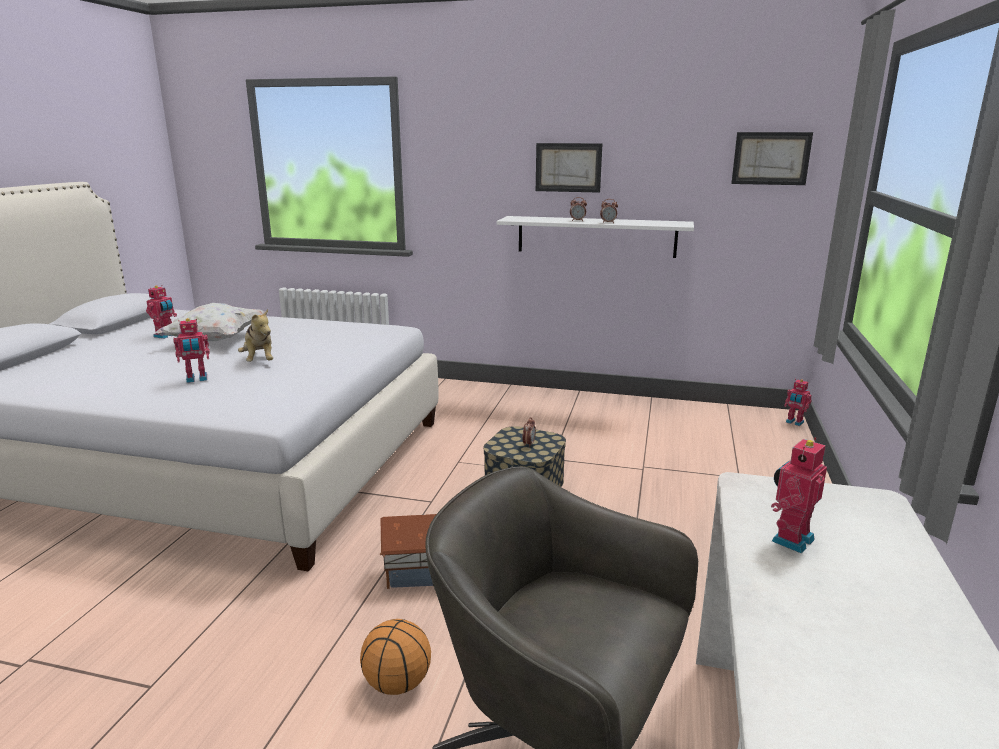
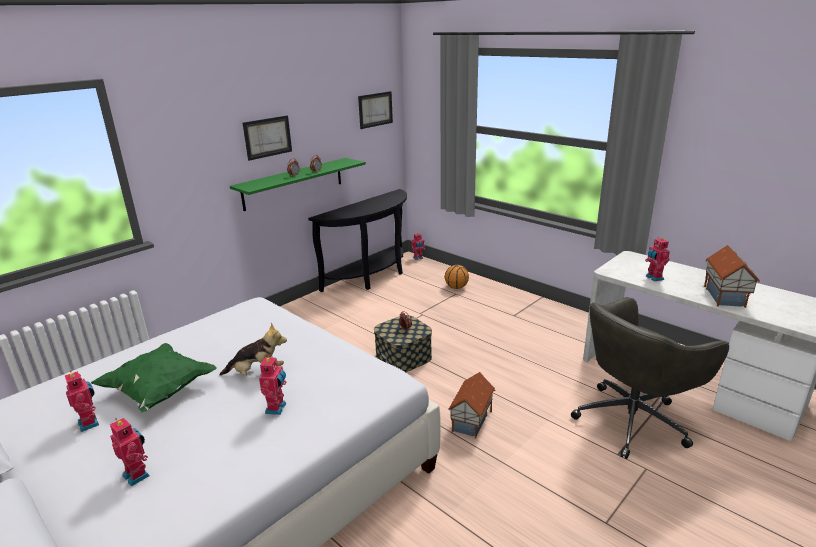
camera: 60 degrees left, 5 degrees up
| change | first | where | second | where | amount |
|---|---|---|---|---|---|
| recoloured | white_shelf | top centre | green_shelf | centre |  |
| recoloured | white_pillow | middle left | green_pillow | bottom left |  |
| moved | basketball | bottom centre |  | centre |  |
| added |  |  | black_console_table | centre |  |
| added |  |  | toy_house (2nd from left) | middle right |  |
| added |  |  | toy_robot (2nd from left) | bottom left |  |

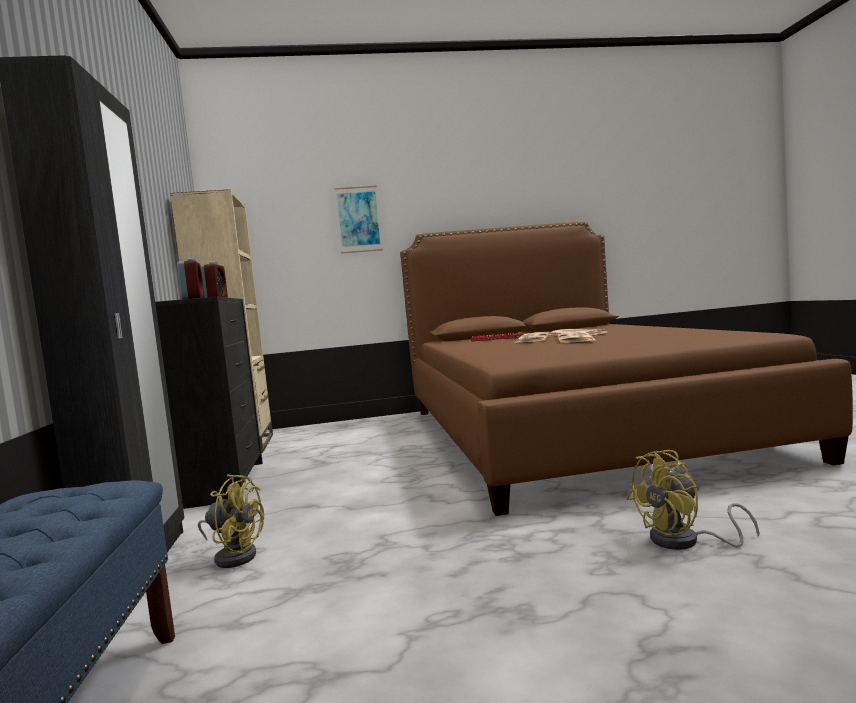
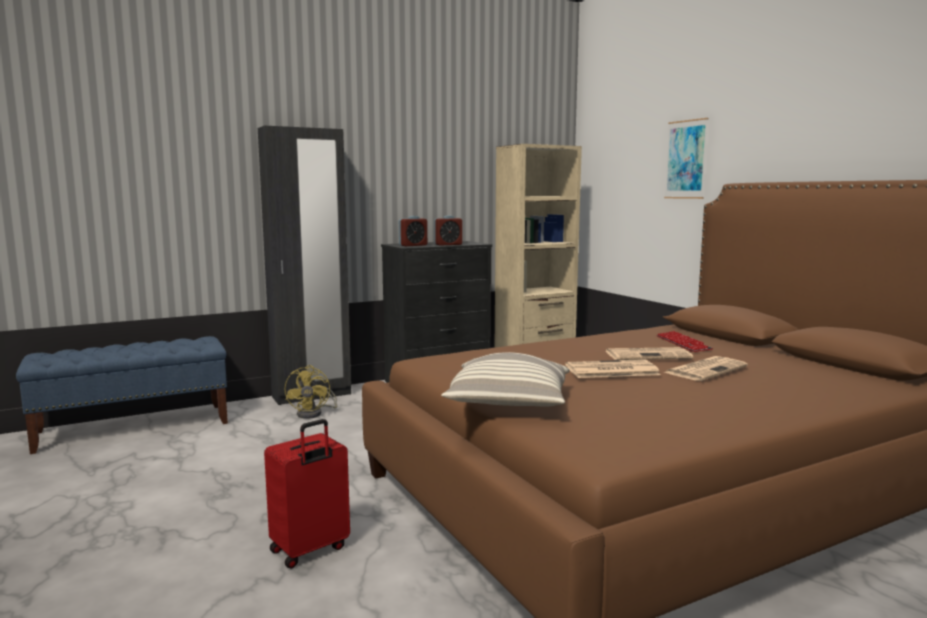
camera: 70 degrees right, 5 degrees up
| change | first | where | second | where | amount |
|---|---|---|---|---|---|
| replaced | yellow_fan (2nd from left) | bottom right | red_suitcase | bottom left |  |
| added |  |  | pillow | centre |  |

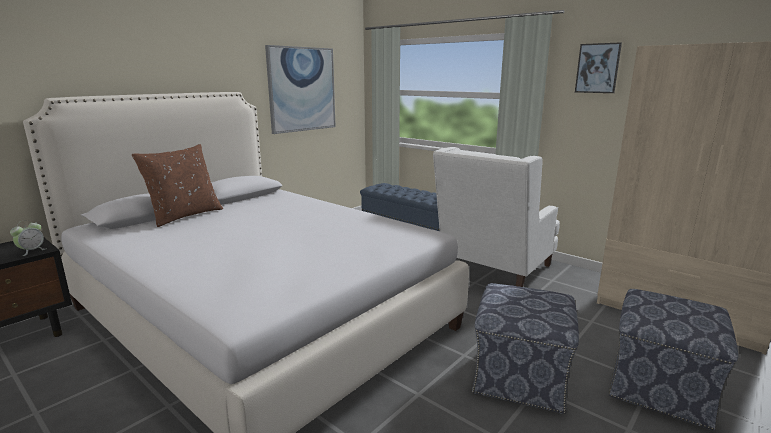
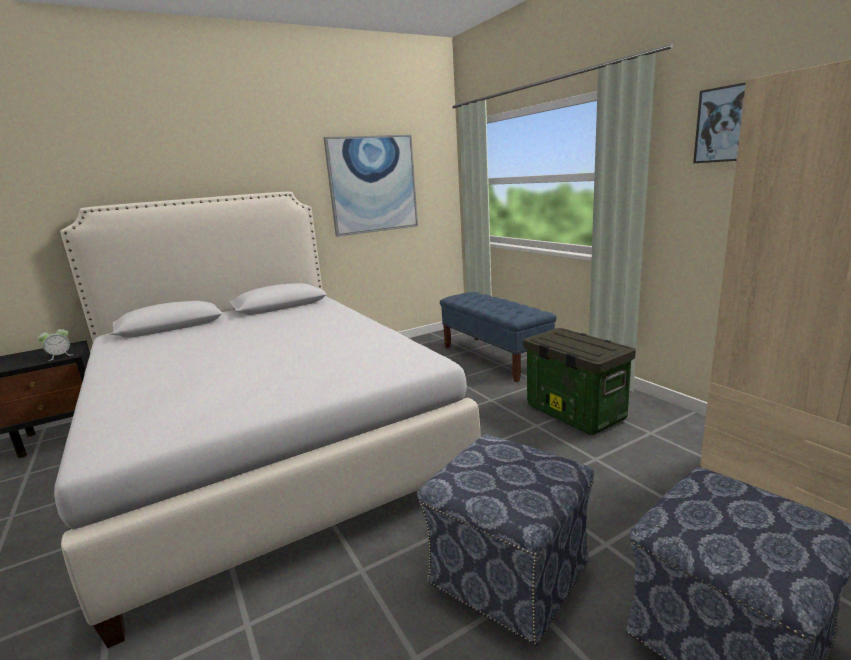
camera: 20 degrees right, 0 degrees up
| change | first | where | second | where | amount |
|---|---|---|---|---|---|
| removed | brown_pillow | middle left |  |  |  |
| replaced | white_armchair | centre | storage_box | middle right |  |

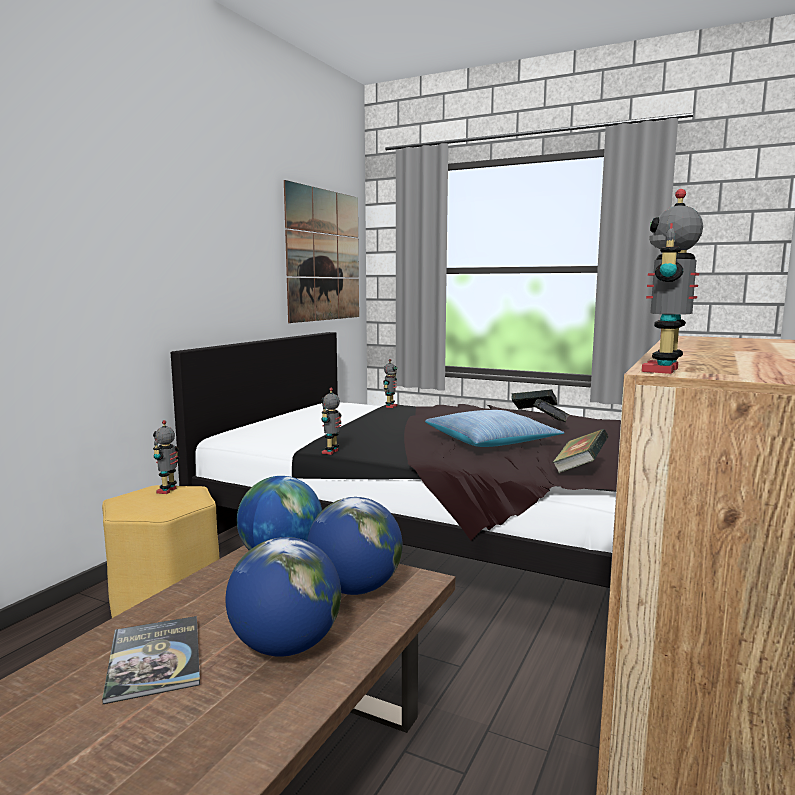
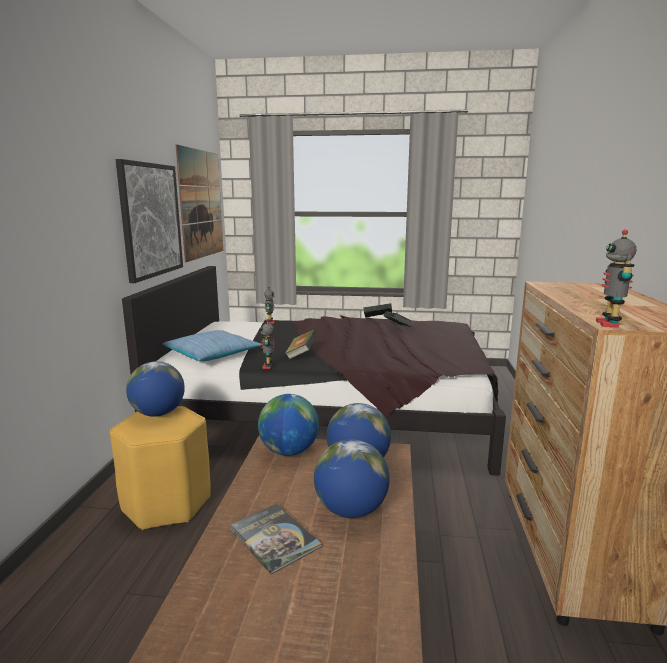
camera: 20 degrees left, 5 degrees up
| change | first | where | second | where | amount |
|---|---|---|---|---|---|
| moved | pillow | centre |  | middle left |  |
| replaced | toy_robot (1st from left) | middle left | globe (1st from left) | middle left |  |
| moved | book (4th from left in the first image) | middle right | book (2nd from left) | centre |  |
| added |  |  | picture (1st from left) | middle left |  |

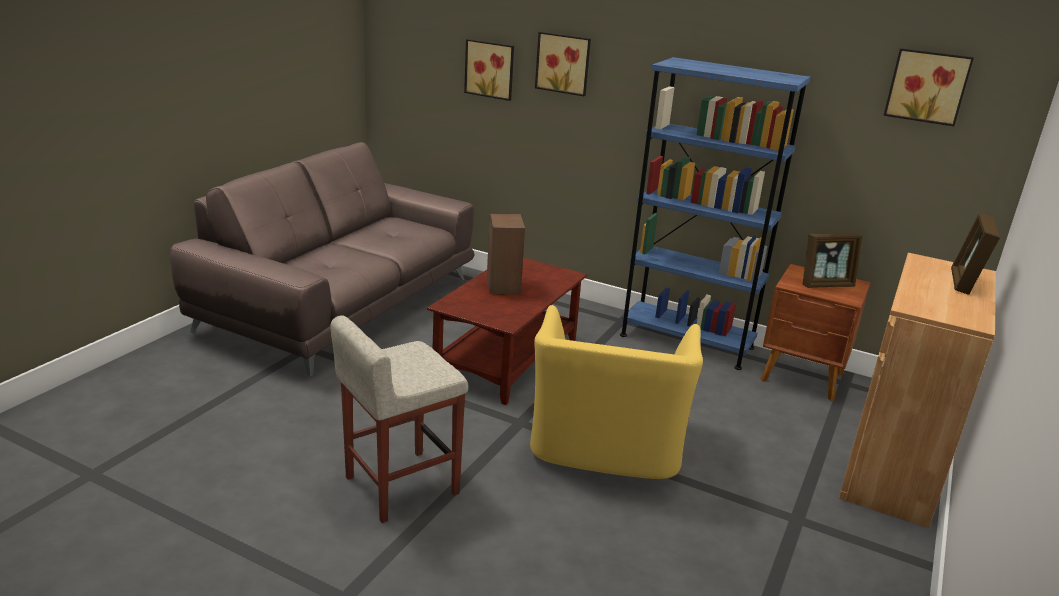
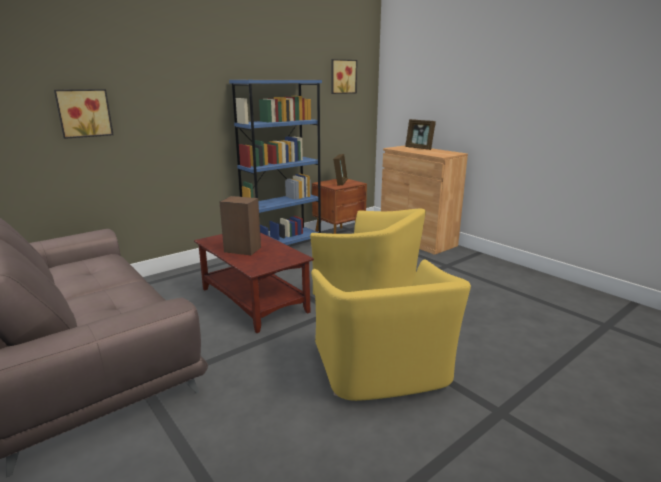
camera: 65 degrees left, 5 degrees down
| change | first | where | second | where | amount |
|---|---|---|---|---|---|
| removed | picture (2nd from left) | top centre |  |  |  |
| replaced | beige_stool | bottom centre | yellow_armchair (2nd from left) | bottom centre |  |

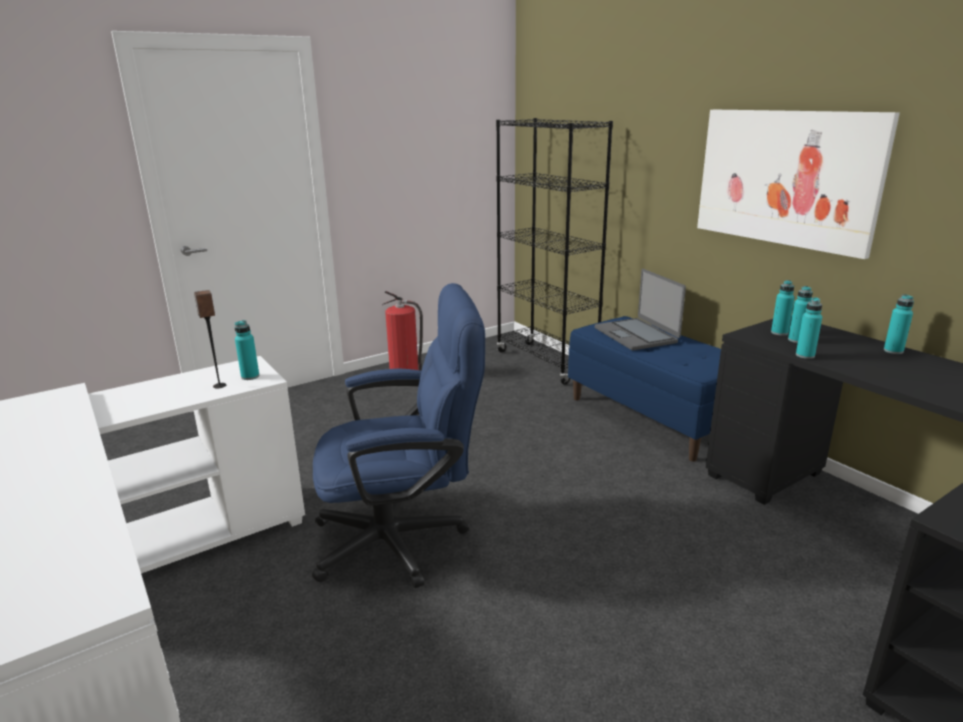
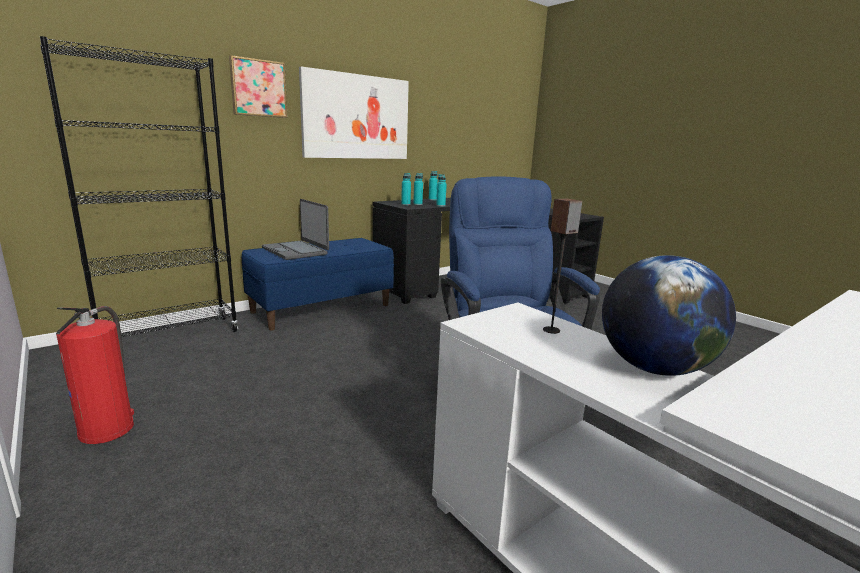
camera: 95 degrees left, 5 degrees down
| change | first | where | second | where | amount |
|---|---|---|---|---|---|
| turned | laptop | centre |  | centre | 75 degrees clockwise |
| removed | turquoise_bottle (1st from left) | middle left |  |  |  |
| added |  |  | picture (1st from left) | top left |  |
| added |  |  | globe | middle right |  |

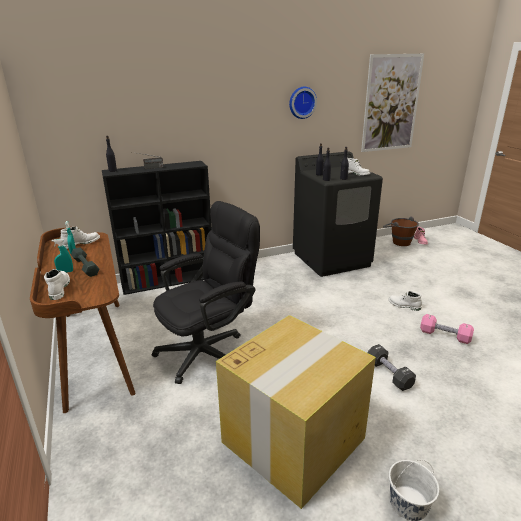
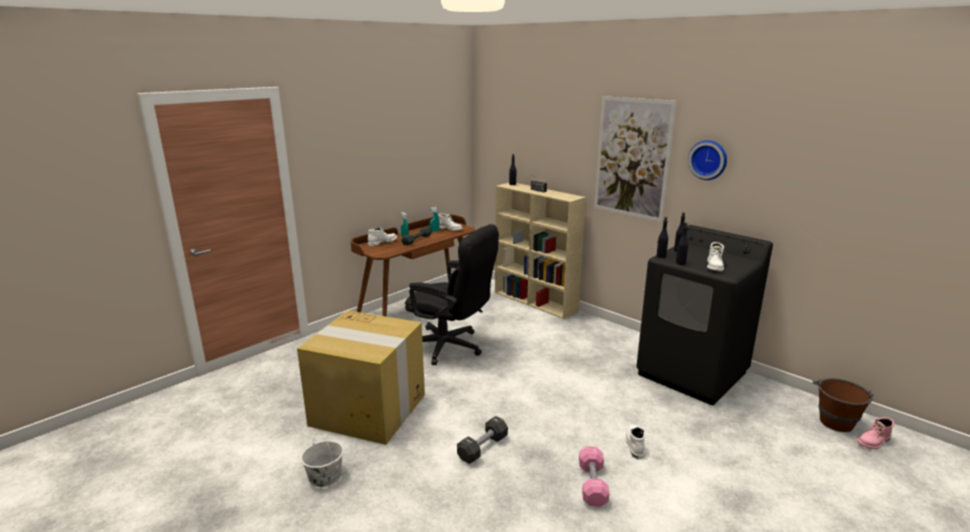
camera: 65 degrees right, 5 degrees down
| change | first | where | second | where | amount |
|---|---|---|---|---|---|
| moved | picture | top right |  | top centre |  |
| recoloured | black_bookcase | middle left | beige_bookcase | centre |  |

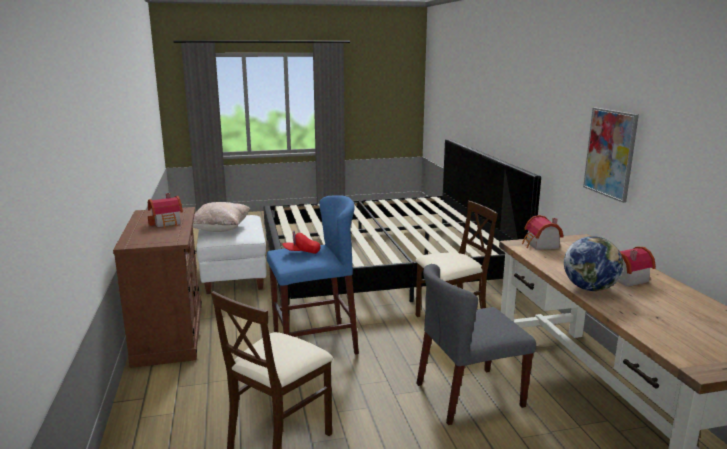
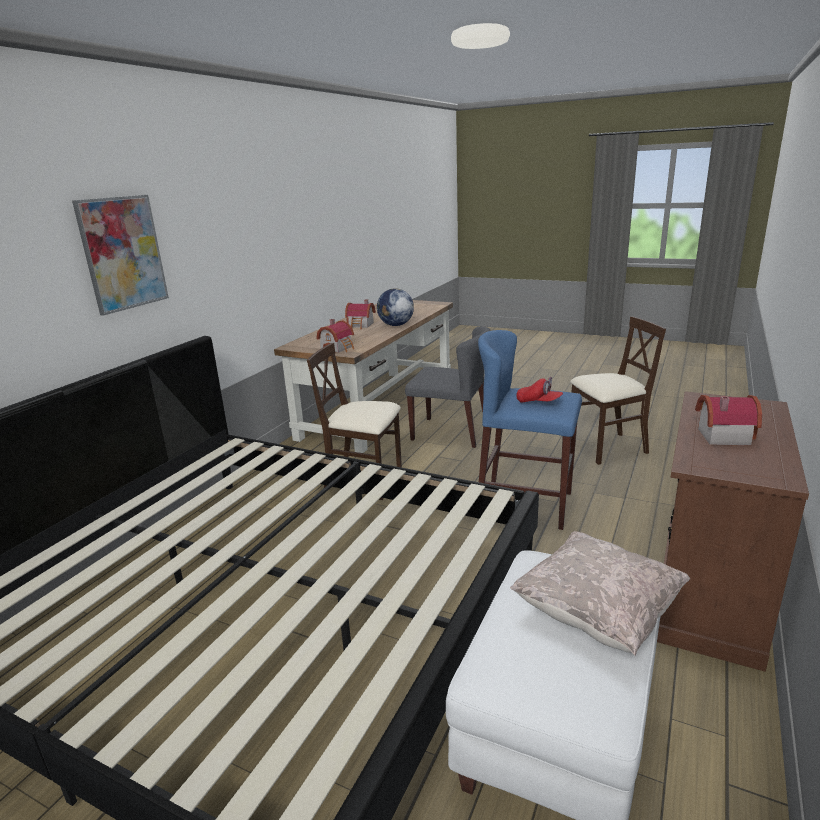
camera: 140 degrees left, 5 degrees up
| change | first | where | second | where | amount |
|---|---|---|---|---|---|
| moved | picture | middle right |  | top left |  |

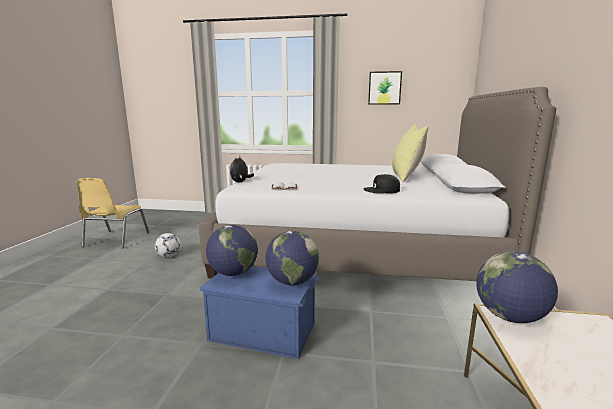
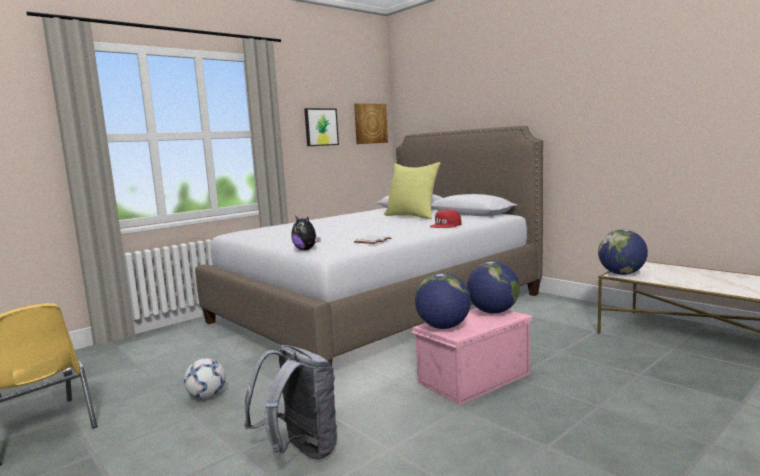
camera: 50 degrees left, 5 degrees down
| change | first | where | second | where | amount |
|---|---|---|---|---|---|
| recoloured | black_cap | centre | red_cap | centre |  |
| recoloured | blue_storage_box | bottom centre | pink_storage_box | bottom centre |  |
| added |  |  | picture (2nd from left) | top centre |  |
| added |  |  | grey_backpack | bottom centre |  |

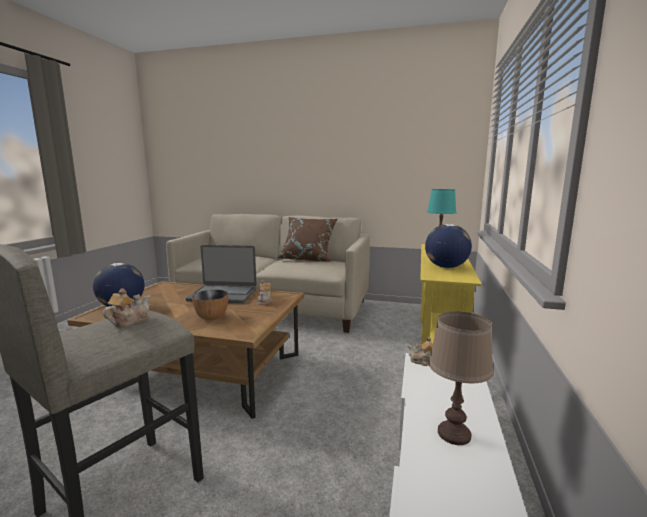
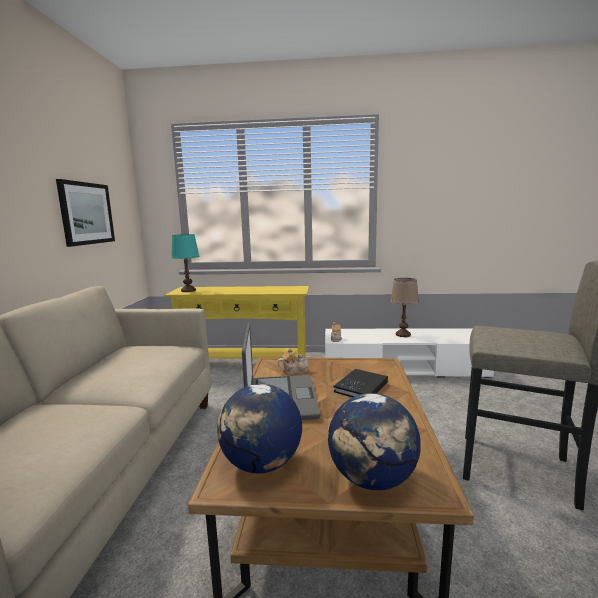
camera: 100 degrees left, 0 degrees up
| change | first | where | second | where | amount |
|---|---|---|---|---|---|
| removed | brown_pillow | centre |  |  |  |
| moved | globe (2nd from left in the first image) | middle right | globe (1st from left) | bottom centre |  |
| removed | teapot (1st from left) | middle left |  |  |  |
| replaced | bowl | middle left | black_book | centre |  |
| added |  |  | picture | middle left |  |

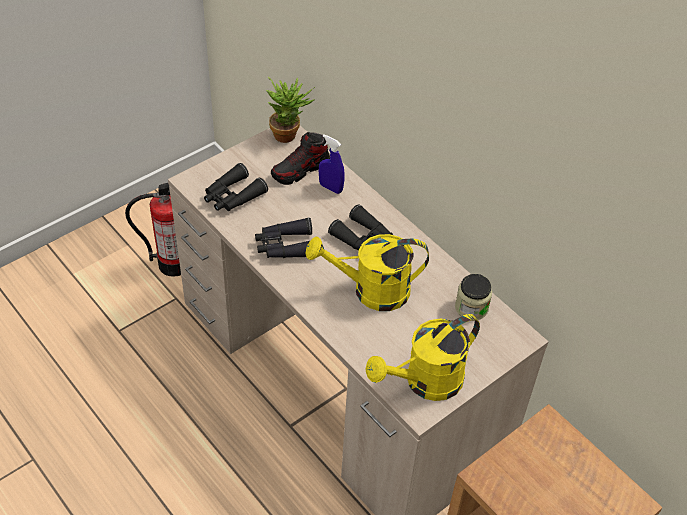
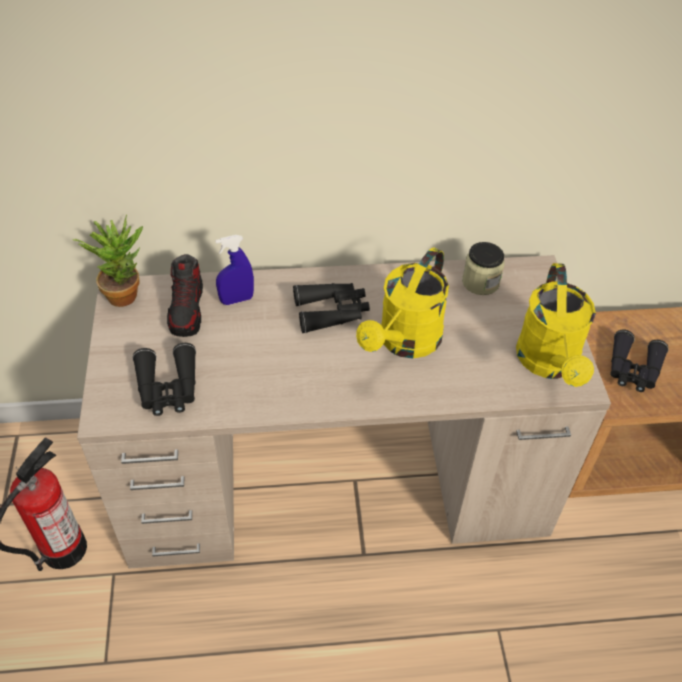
camera: 55 degrees left, 0 degrees up
| change | first | where | second | where | amount |
|---|---|---|---|---|---|
| moved | black_binoculars (2nd from left in the first image) | centre | black_binoculars (3rd from left) | middle right |  |

